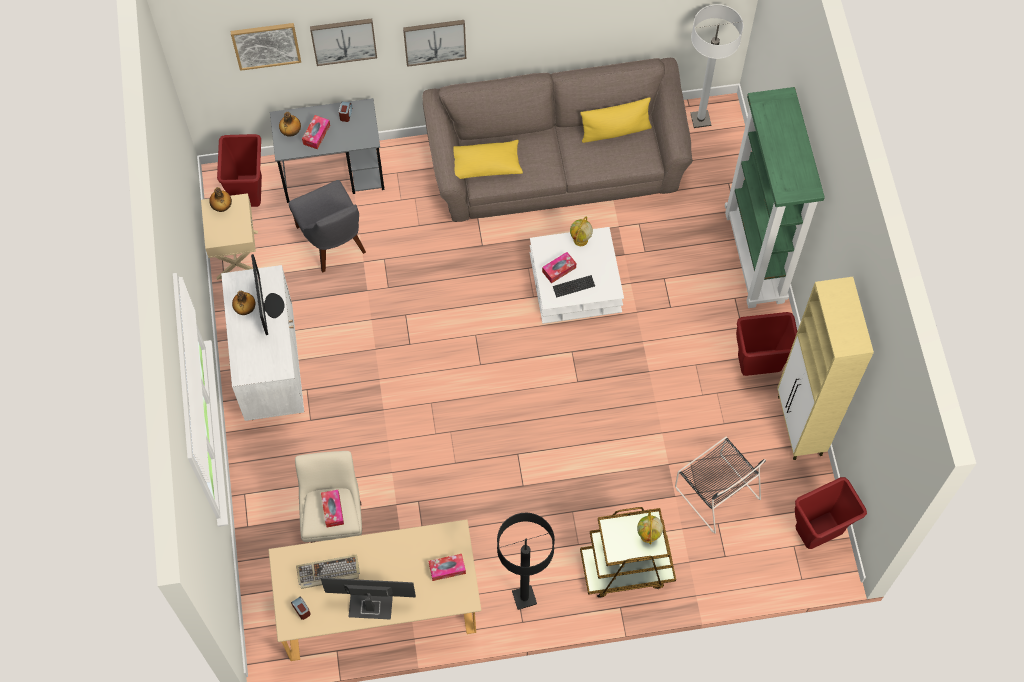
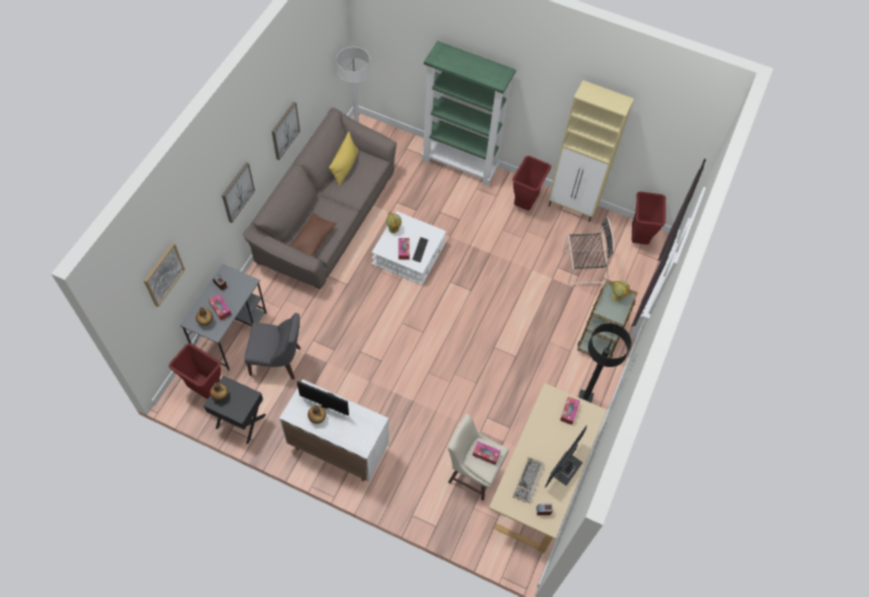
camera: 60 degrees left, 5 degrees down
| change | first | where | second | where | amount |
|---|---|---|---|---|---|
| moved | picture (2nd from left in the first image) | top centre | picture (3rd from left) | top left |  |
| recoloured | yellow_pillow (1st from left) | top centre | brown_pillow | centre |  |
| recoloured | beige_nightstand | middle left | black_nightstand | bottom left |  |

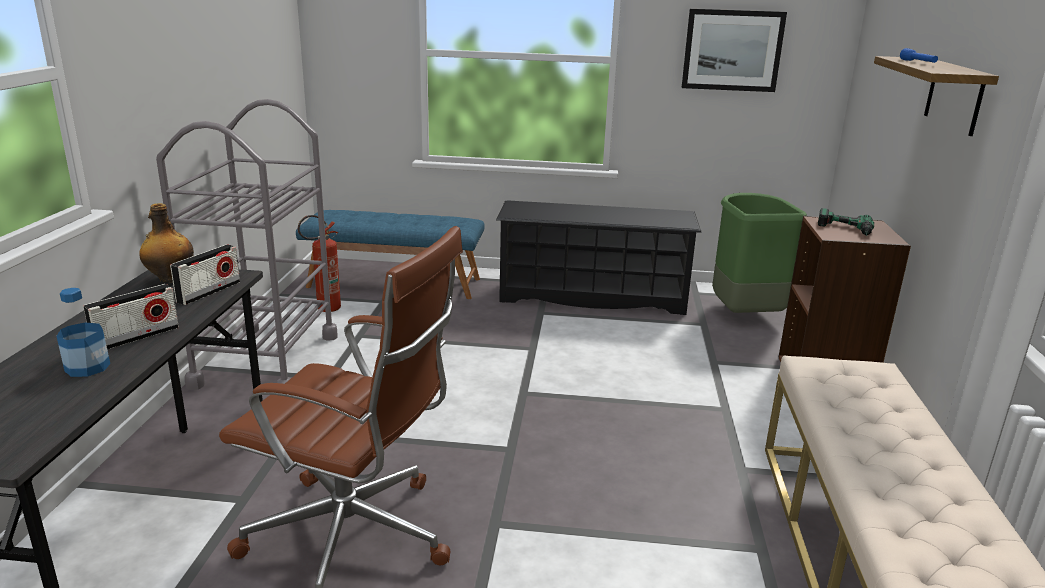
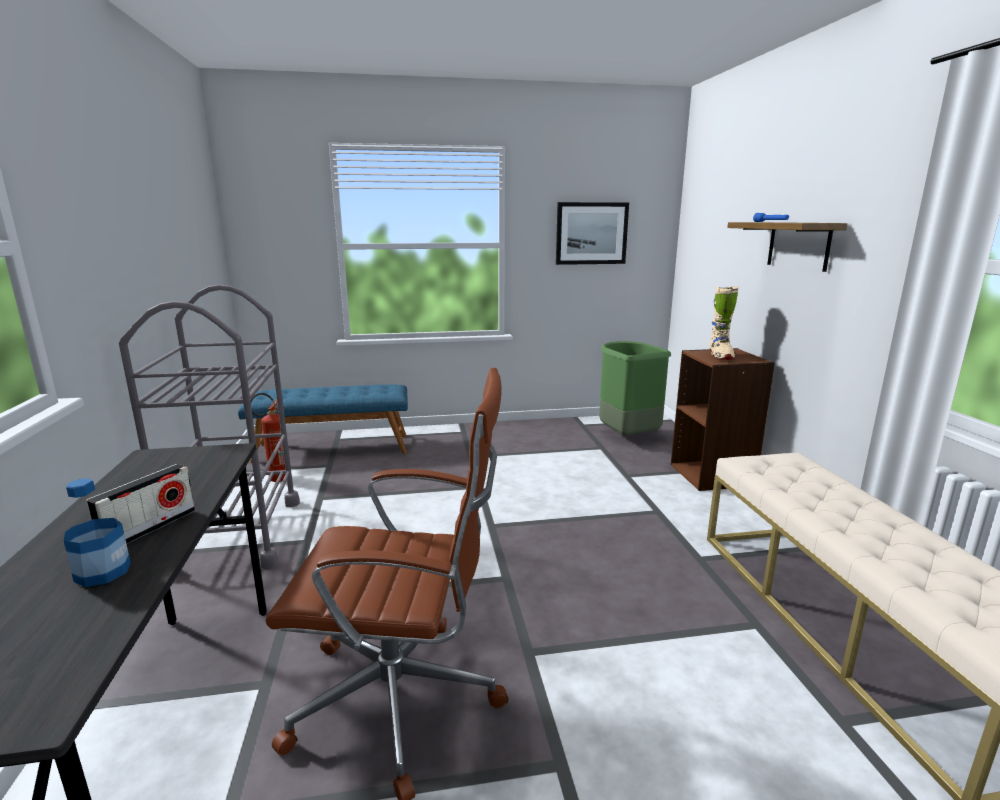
camera: 15 degrees left, 5 degrees down
| change | first | where | second | where | amount |
|---|---|---|---|---|---|
| removed | black_shoe_rack | centre |  |  |  |
| removed | bottle (2nd from left) | middle left |  |  |  |
| replaced | power_drill | middle right | beige_boot | middle right |  |
| removed | radio (2nd from left) | middle left |  |  |  |

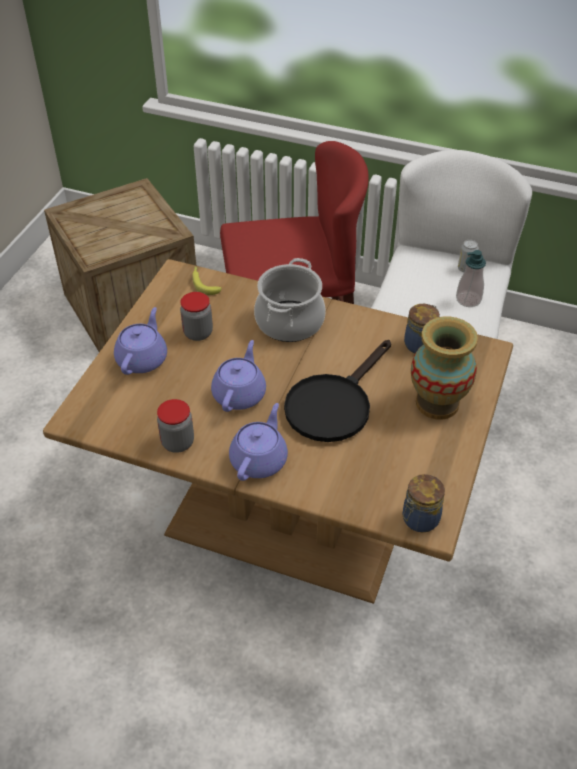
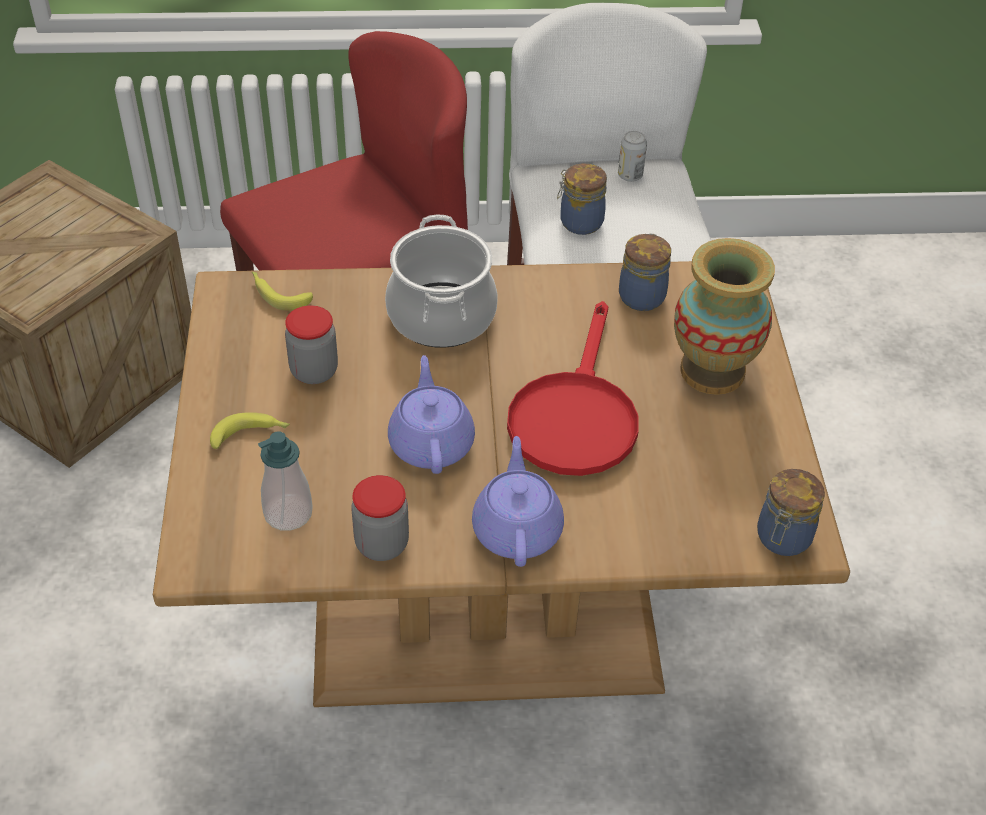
camera: 25 degrees left, 0 degrees up
| change | first | where | second | where | amount |
|---|---|---|---|---|---|
| moved | soap_dispenser | middle right |  | middle left |  |
| replaced | purple_teapot (1st from left) | middle left | banana (1st from left) | middle left |  |
| recoloured | black_frying_pan | centre | red_frying_pan | centre |  |
| added |  |  | jar (3rd from left) | top centre |  |

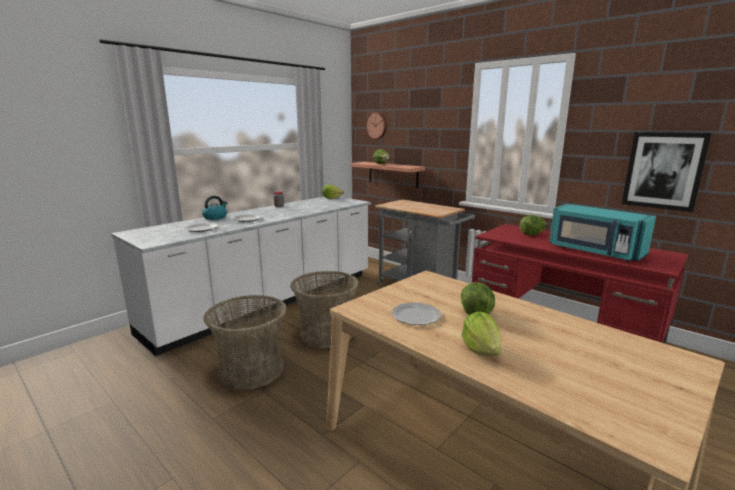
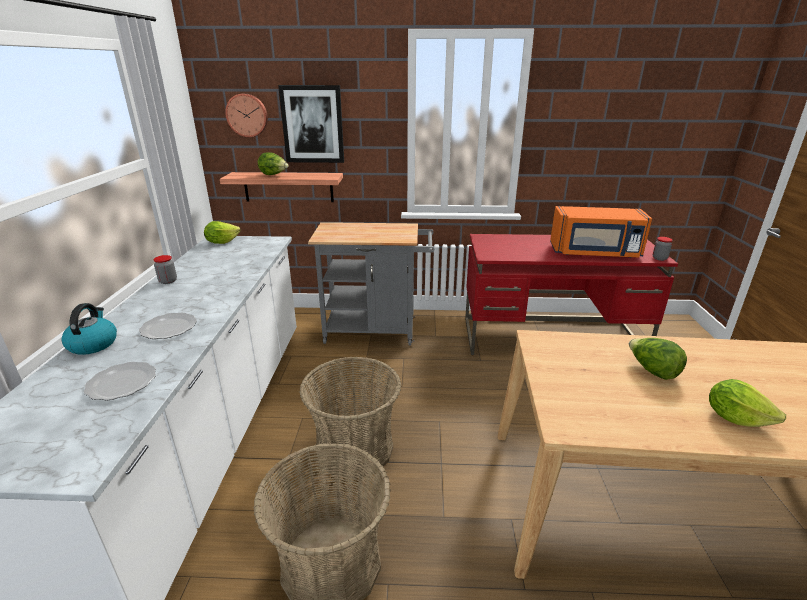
camera: 40 degrees left, 10 degrees up
| change | first | where | second | where | amount |
|---|---|---|---|---|---|
| moved | picture | middle right |  | top centre |  |
| recoloured | turquoise_microwave | middle right | orange_microwave | middle right |  |
| removed | lettuce (5th from left) | middle right |  |  |  |
| removed | plate (3rd from left) | centre |  |  |  |
| added |  |  | jar (2nd from left) | middle right |  |

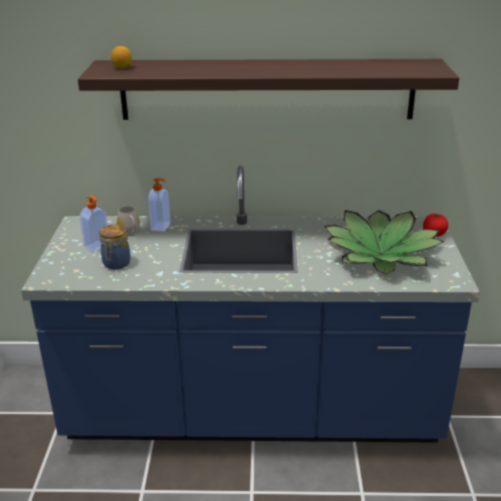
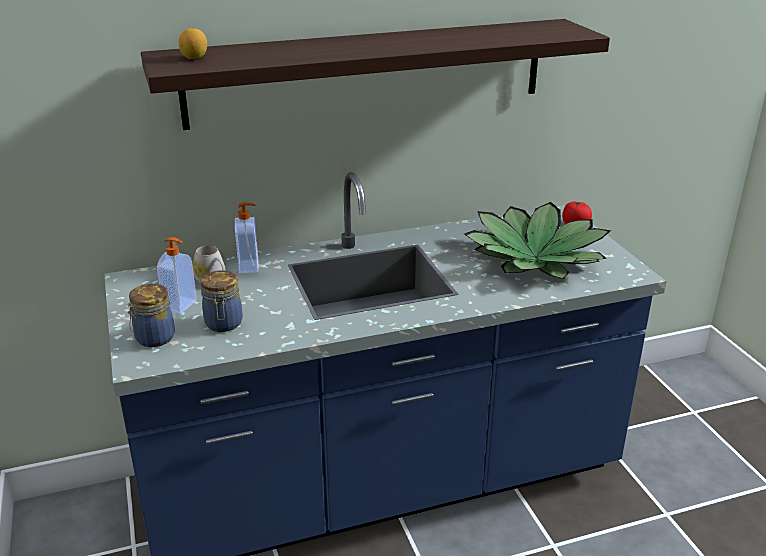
camera: 20 degrees left, 0 degrees up
| change | first | where | second | where | amount |
|---|---|---|---|---|---|
| added |  |  | jar (1st from left) | middle left |  |

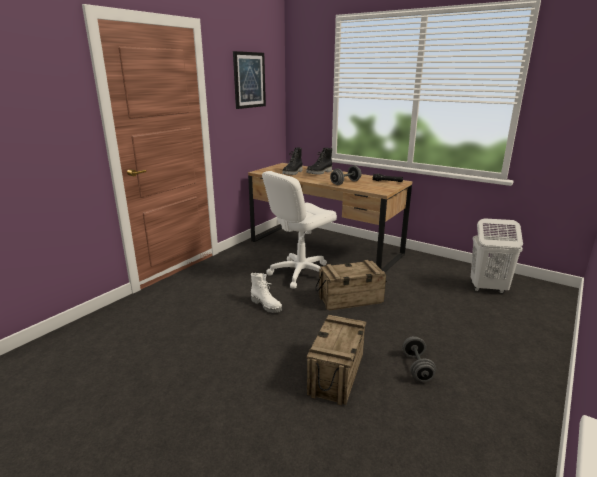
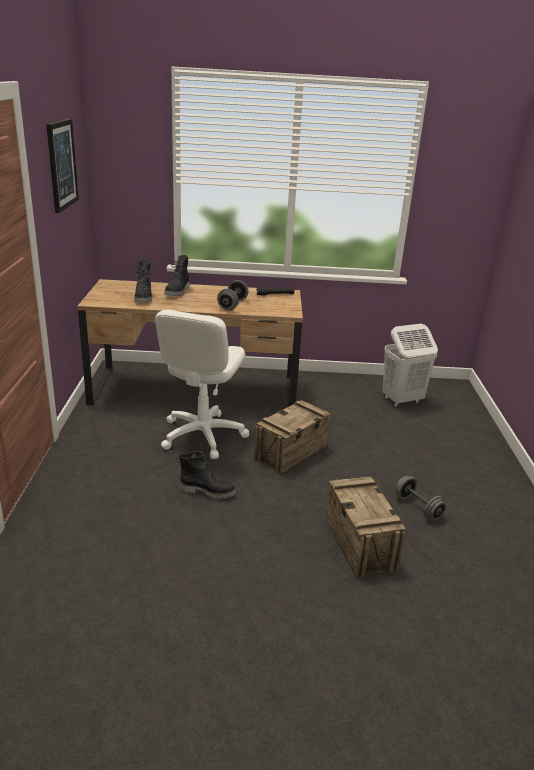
camera: 35 degrees left, 5 degrees up
| change | first | where | second | where | amount |
|---|---|---|---|---|---|
| recoloured | white_boot | centre | black_boot (3rd from left) | centre |  |

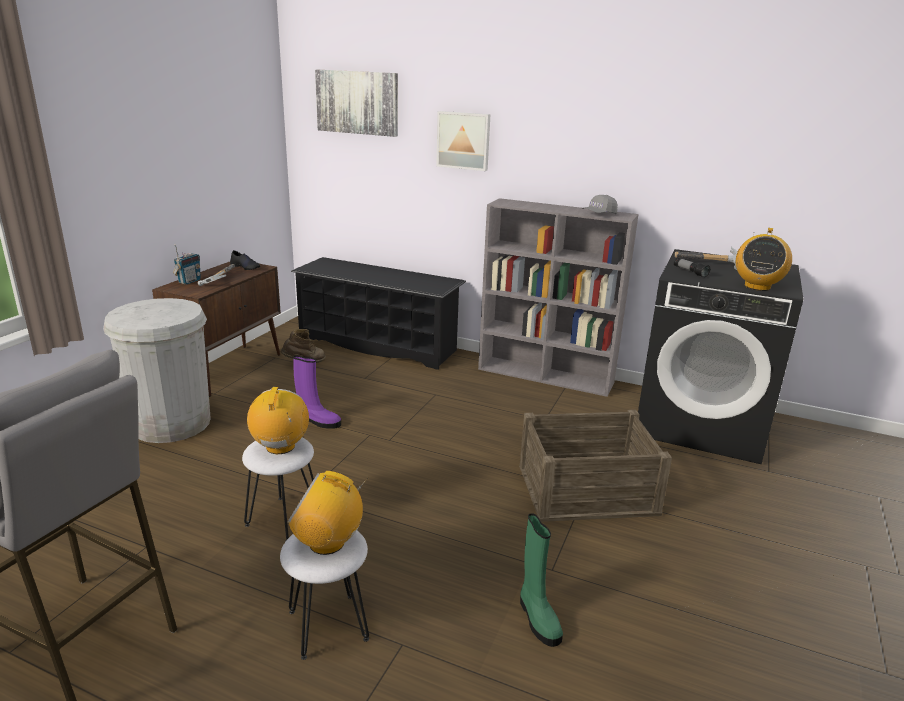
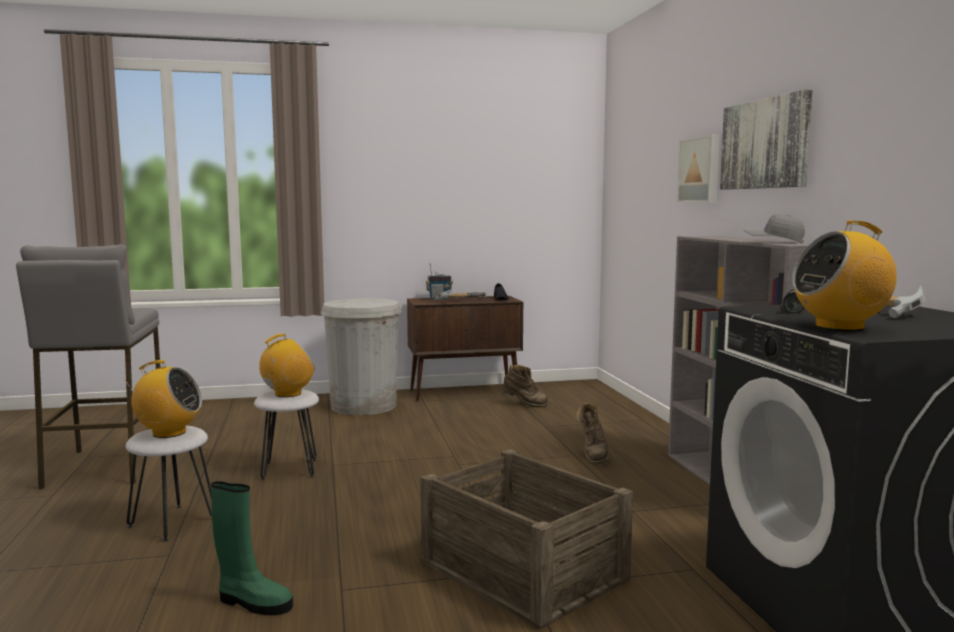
camera: 55 degrees right, 15 degrees down
| change | first | where | second | where | amount |
|---|---|---|---|---|---|
| moved | picture (1st from left in the first image) | top centre | picture (2nd from left) | top right |  |
| removed | black_shoe_rack | centre |  |  |  |
| removed | purple_boot | centre |  |  |  |
| turned | radio (3rd from left in the first image) | bottom centre | radio (1st from left) | middle left | 120 degrees clockwise |
| turned | green_boot | bottom centre |  | bottom left | 105 degrees counterclockwise |
| added |  |  | brown_boot (2nd from left) | bottom centre |  |

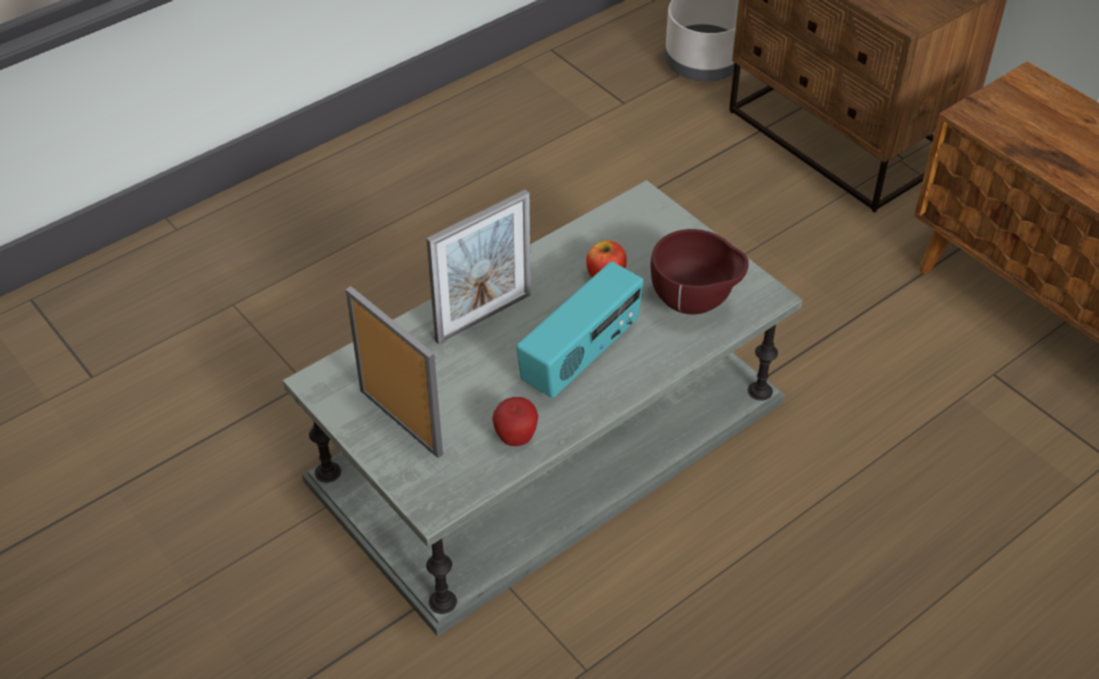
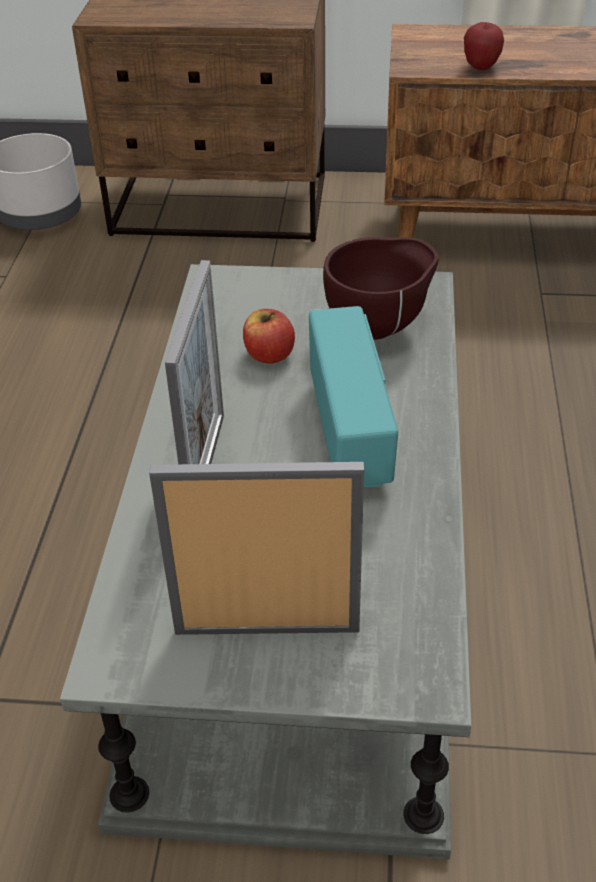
camera: 45 degrees left, 5 degrees down
| change | first | where | second | where | amount |
|---|---|---|---|---|---|
| moved | apple (1st from left in the first image) | centre | apple (2nd from left) | top right |  |

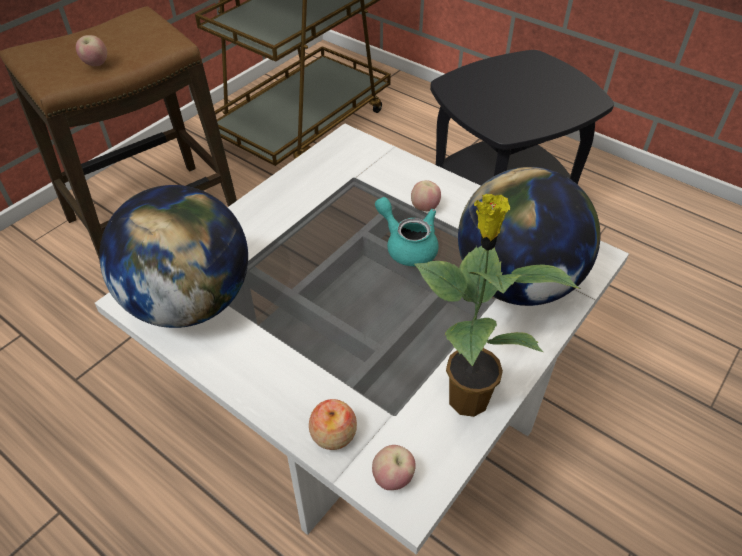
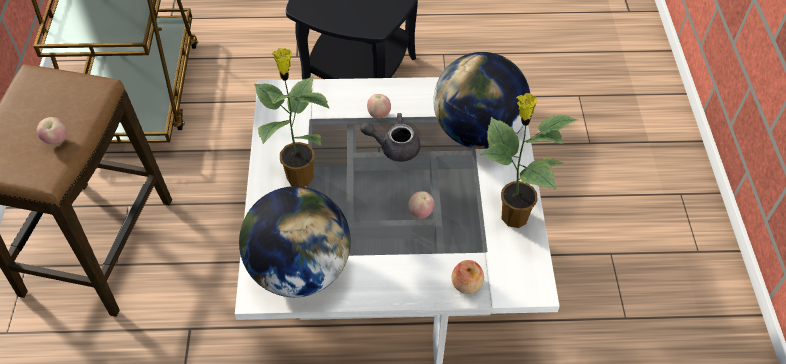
camera: 40 degrees left, 5 degrees up
| change | first | where | second | where | amount |
|---|---|---|---|---|---|
| recoloured | turquoise_teapot | centre | grey_teapot | centre |  |
| moved | apple (3rd from left) | bottom centre |  | centre |  |
| added |  |  | potted_plant (1st from left) | top centre |  |

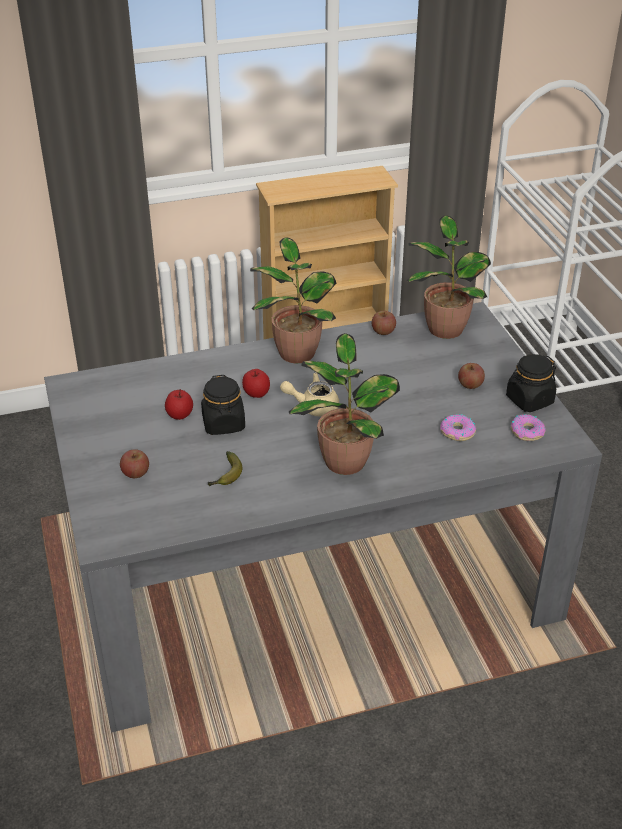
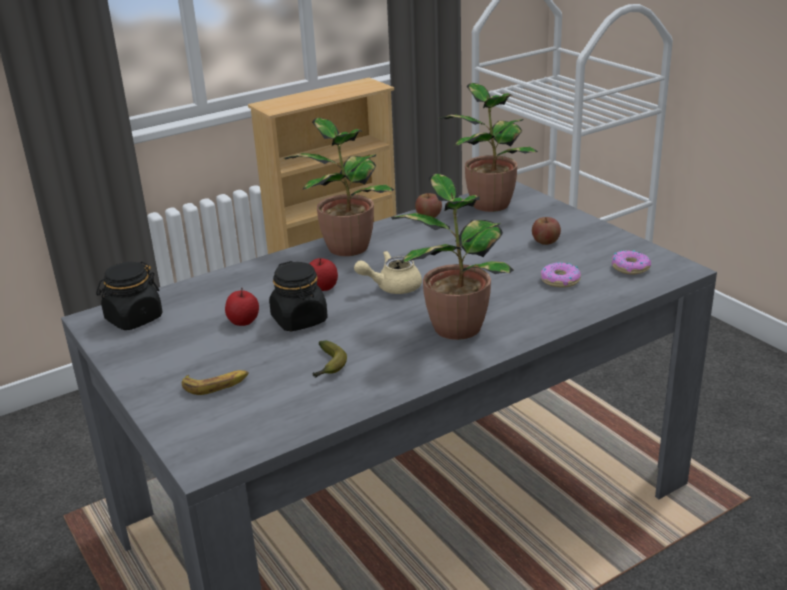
camera: 15 degrees left, 10 degrees down
| change | first | where | second | where | amount |
|---|---|---|---|---|---|
| moved | black_jar (2nd from left in the first image) | middle right | black_jar (1st from left) | middle left |  |
| replaced | apple (1st from left) | middle left | banana (1st from left) | middle left |  |

